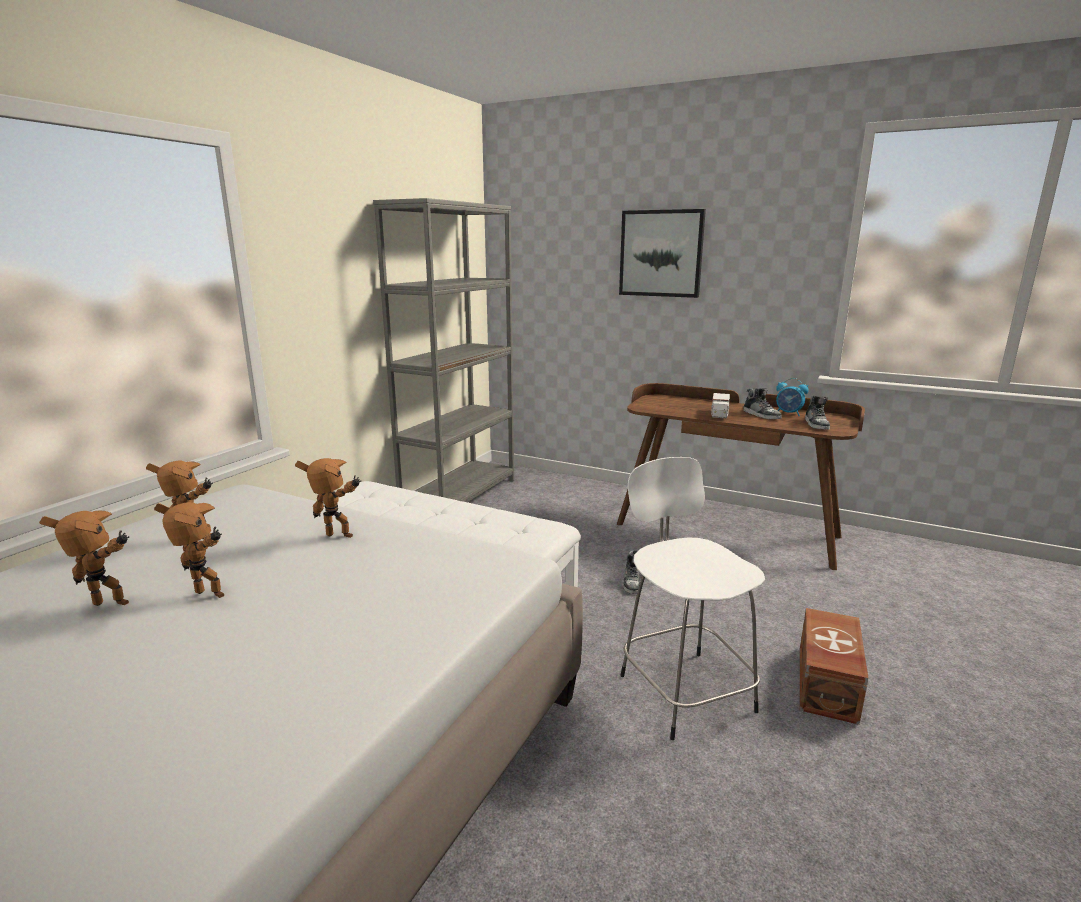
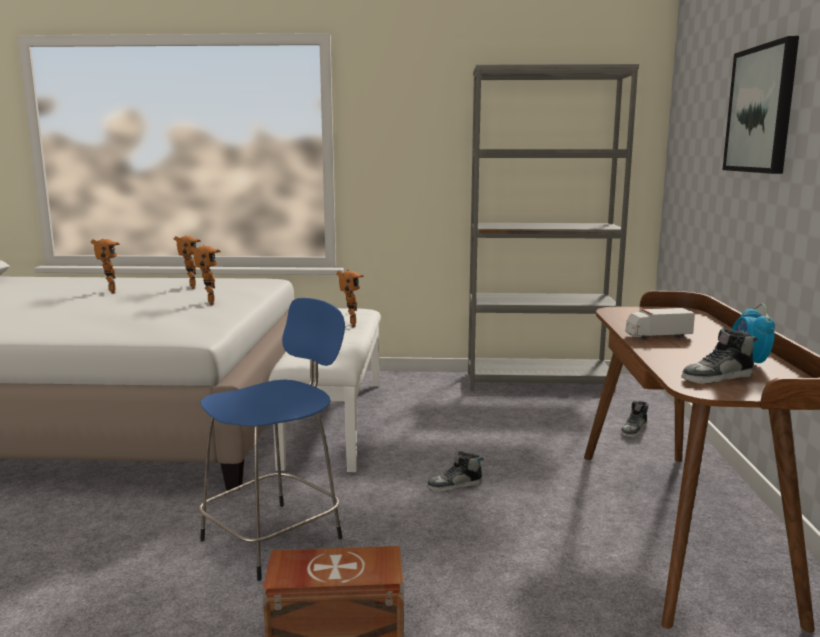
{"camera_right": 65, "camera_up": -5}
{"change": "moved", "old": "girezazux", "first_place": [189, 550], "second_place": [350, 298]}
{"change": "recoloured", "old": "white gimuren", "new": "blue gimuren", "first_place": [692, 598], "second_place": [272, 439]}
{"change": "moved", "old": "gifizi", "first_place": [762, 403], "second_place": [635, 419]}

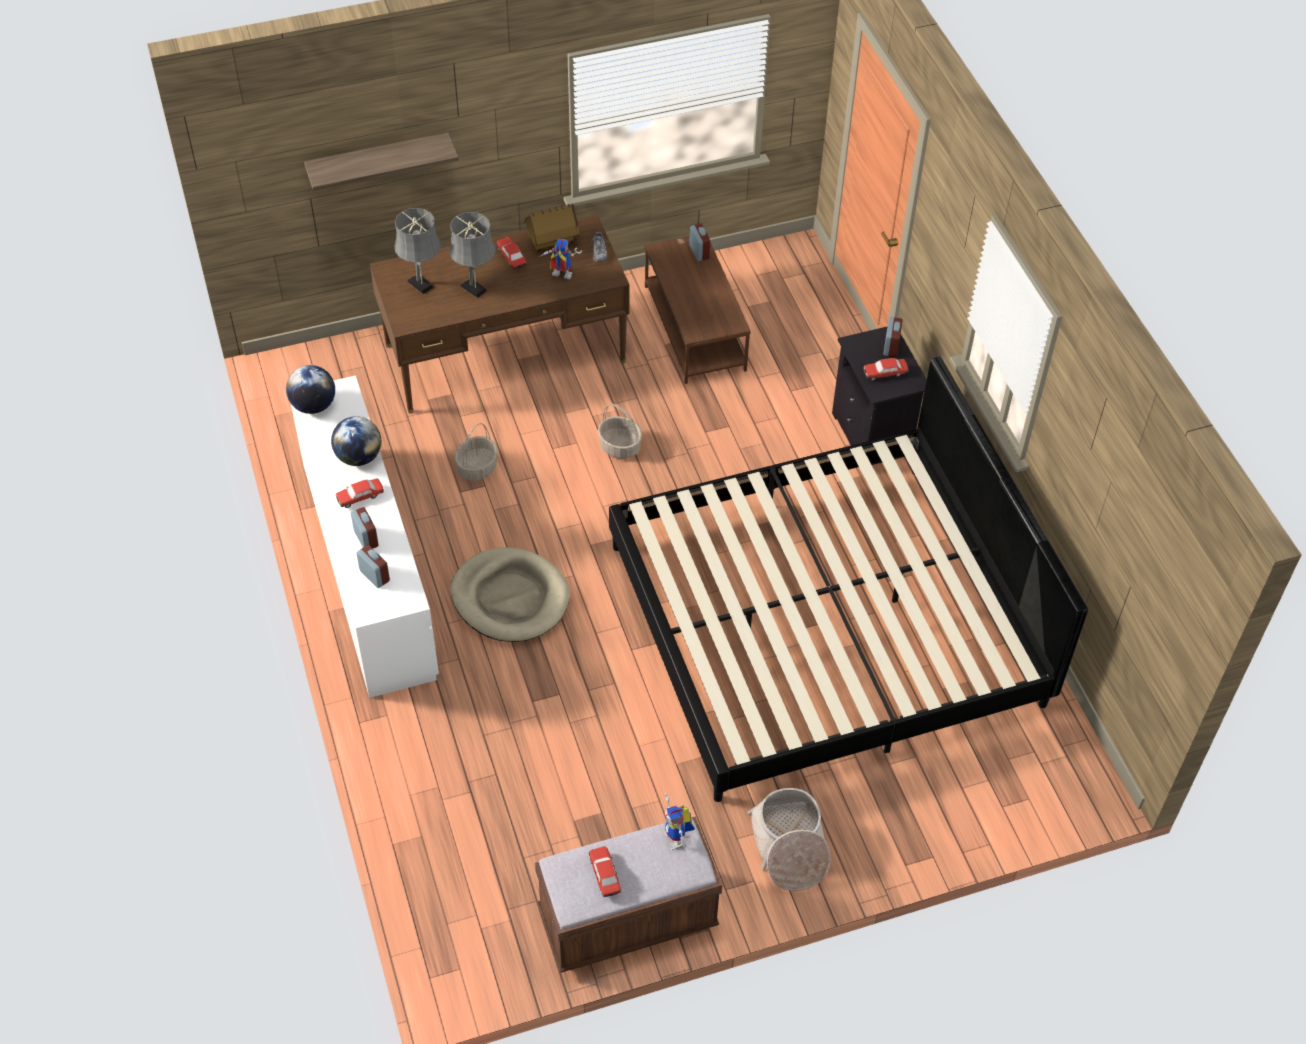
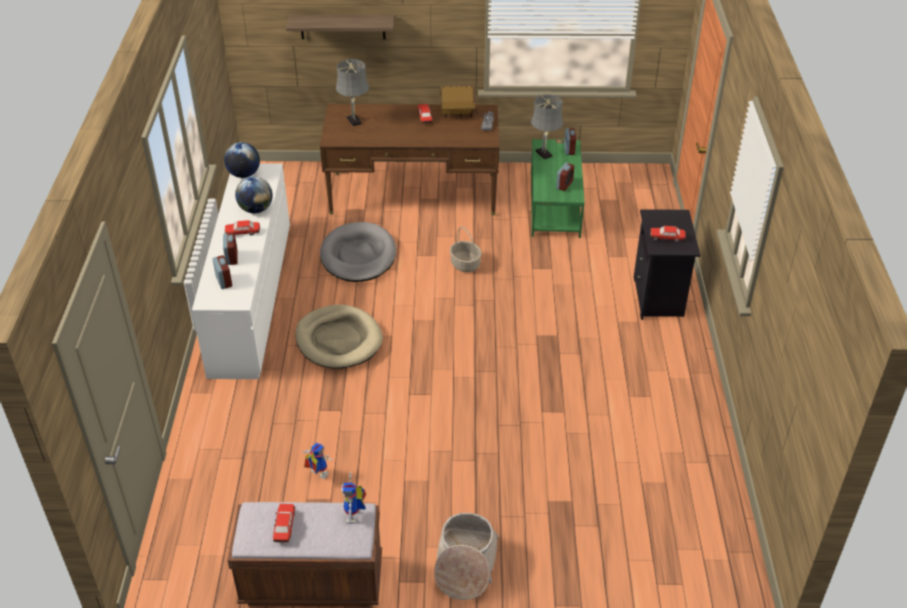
{"camera_right": 20, "camera_up": -10}
{"change": "moved", "old": "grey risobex", "first_place": [472, 255], "second_place": [547, 126]}
{"change": "replaced", "old": "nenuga", "new": "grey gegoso", "first_place": [476, 452], "second_place": [358, 252]}
{"change": "moved", "old": "girezazux", "first_place": [560, 259], "second_place": [317, 460]}
{"change": "removed", "old": "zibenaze", "first_place": [848, 579]}
{"change": "recoloured", "old": "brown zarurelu", "new": "green zarurelu", "first_place": [697, 310], "second_place": [558, 188]}
{"change": "moved", "old": "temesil", "first_place": [893, 337], "second_place": [565, 177]}

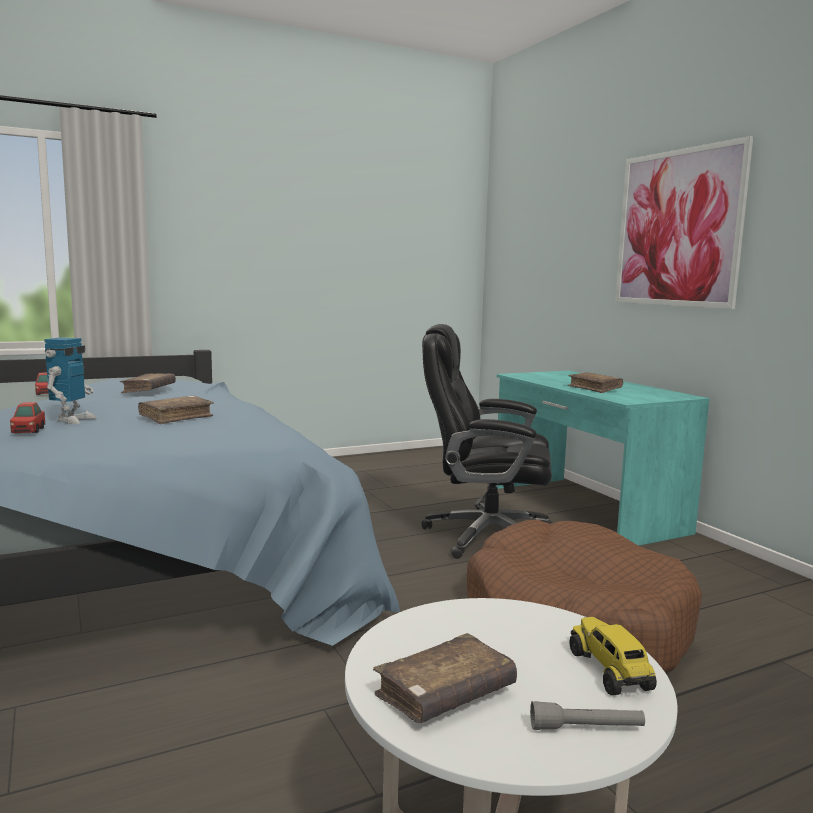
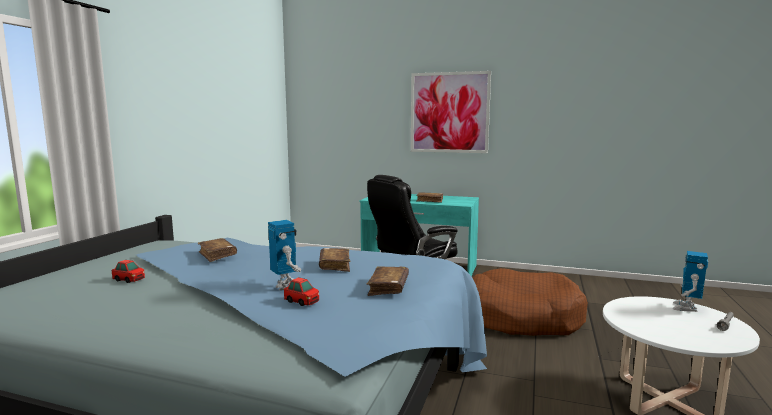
{"camera_right": -45, "camera_up": 0}
{"change": "moved", "old": "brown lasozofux", "first_place": [445, 678], "second_place": [388, 281]}
{"change": "replaced", "old": "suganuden", "new": "girezazux", "first_place": [613, 656], "second_place": [690, 281]}

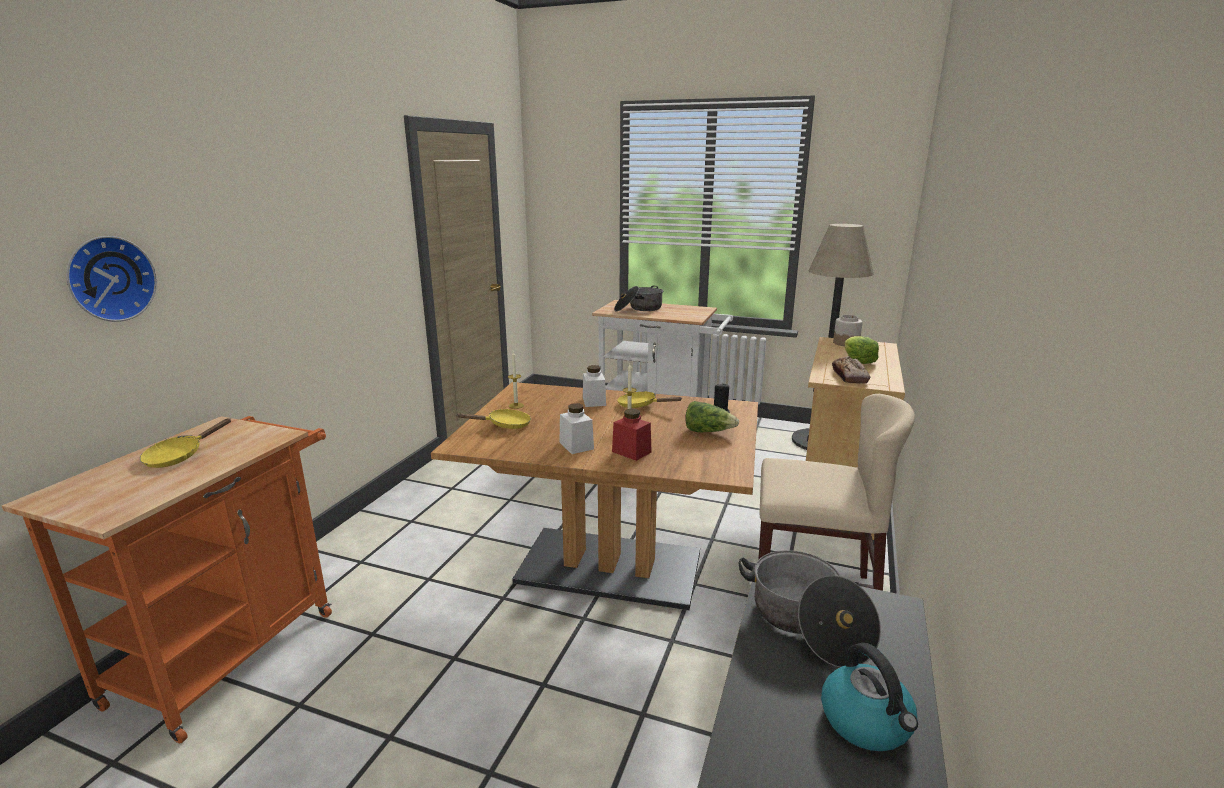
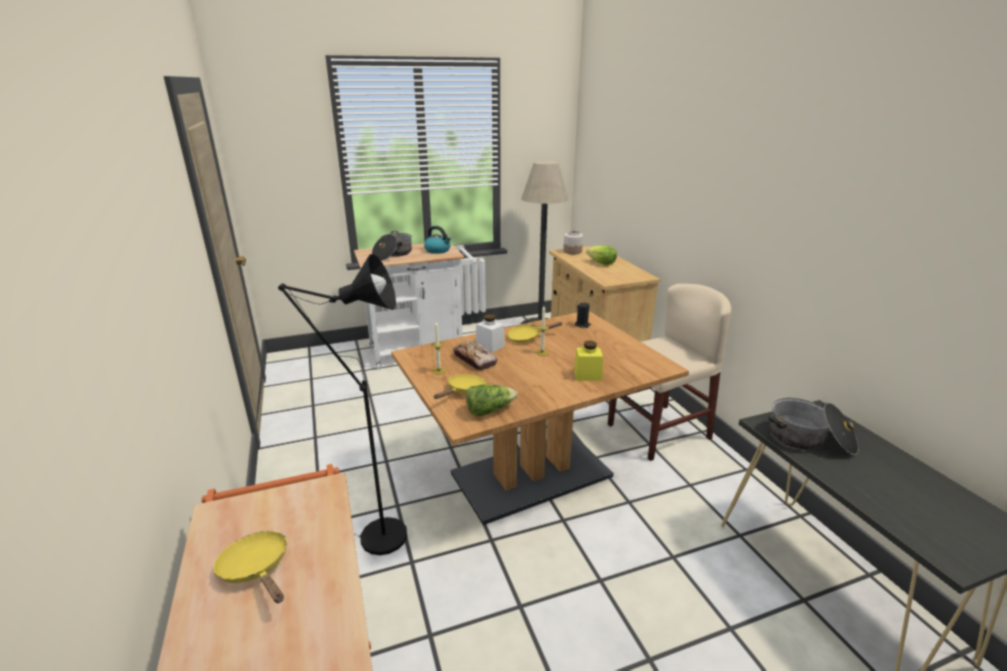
{"camera_right": -40, "camera_up": 5}
{"change": "removed", "old": "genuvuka", "first_place": [111, 279]}
{"change": "turned", "old": "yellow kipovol", "first_place": [185, 443], "second_place": [250, 567], "degrees": 150}
{"change": "removed", "old": "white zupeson", "first_place": [576, 428]}
{"change": "recoloured", "old": "red zupeson", "new": "yellow zupeson", "first_place": [632, 435], "second_place": [588, 360]}
{"change": "moved", "old": "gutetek", "first_place": [712, 416], "second_place": [491, 400]}
{"change": "moved", "old": "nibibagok", "first_place": [869, 697], "second_place": [437, 240]}
{"change": "moved", "old": "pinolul", "first_place": [851, 370], "second_place": [475, 355]}
{"change": "added", "new": "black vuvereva", "second_place": [342, 404]}

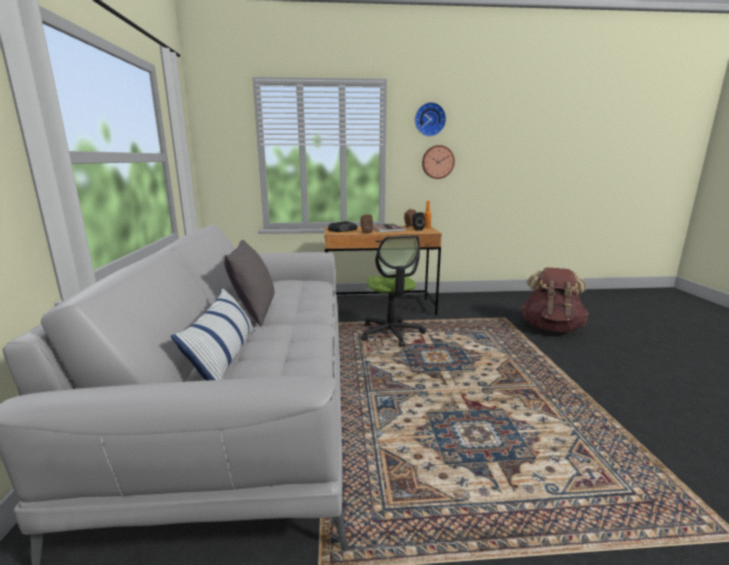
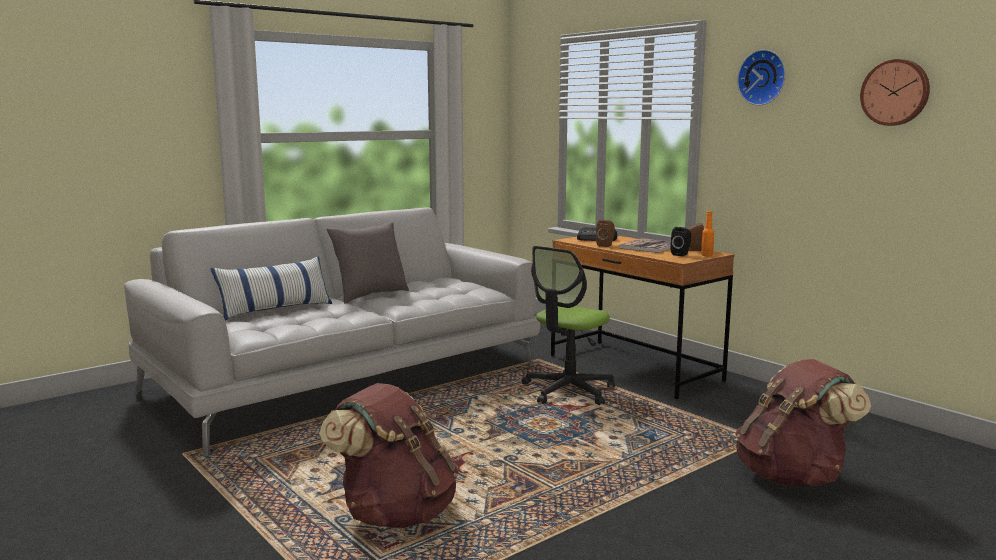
{"camera_right": 55, "camera_up": -5}
{"change": "moved", "old": "genuvuka", "first_place": [438, 162], "second_place": [895, 92]}
{"change": "added", "new": "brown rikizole", "second_place": [389, 455]}

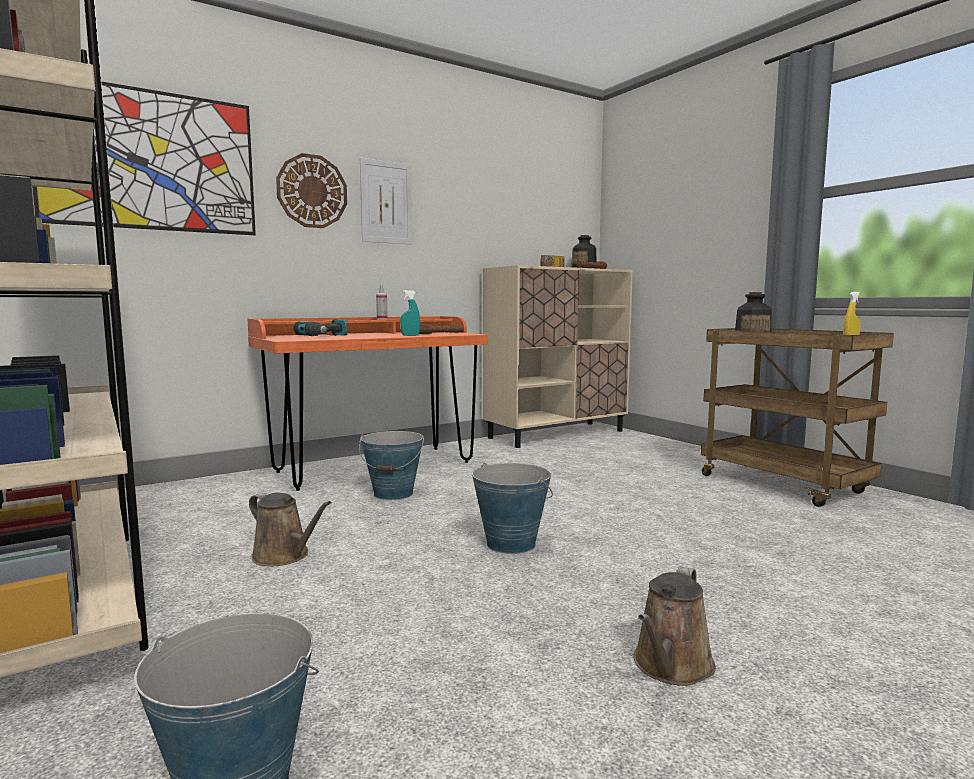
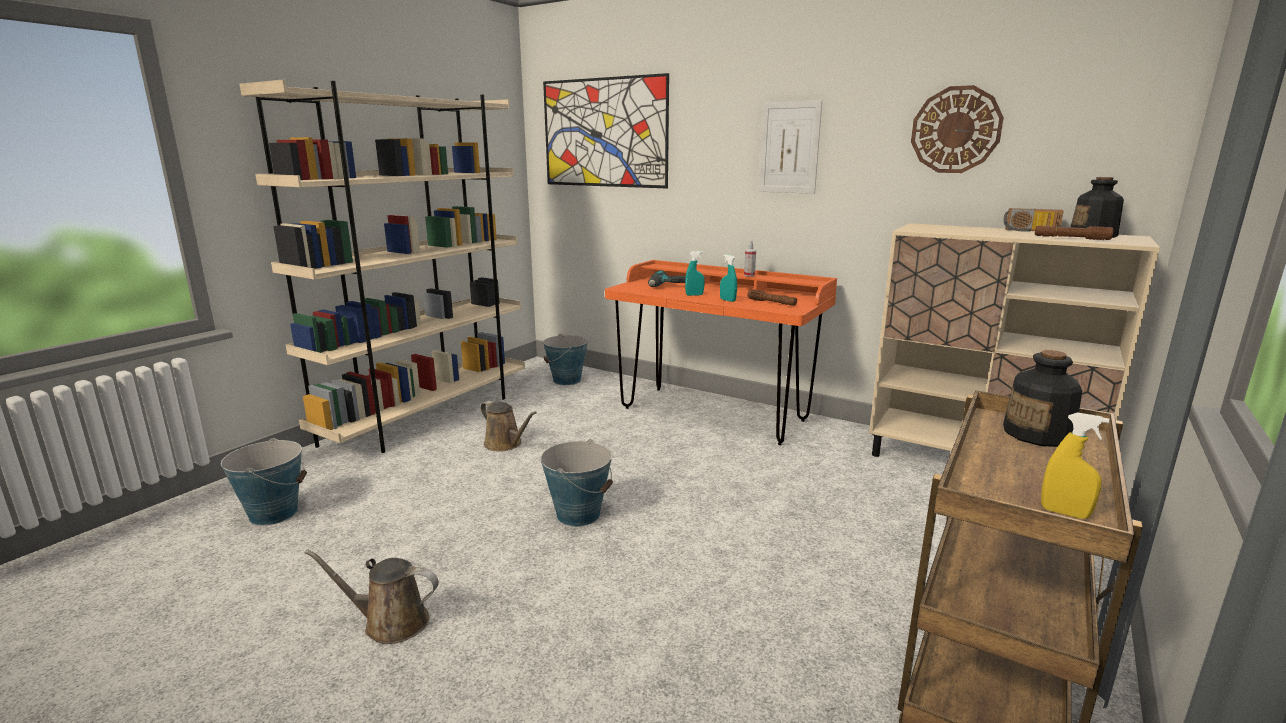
{"camera_right": 65, "camera_up": 10}
{"change": "turned", "old": "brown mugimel", "first_place": [290, 529], "second_place": [508, 426], "degrees": -60}
{"change": "moved", "old": "genuvuka", "first_place": [311, 190], "second_place": [957, 129]}
{"change": "moved", "old": "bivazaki", "first_place": [391, 465], "second_place": [565, 359]}
{"change": "added", "new": "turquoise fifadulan", "second_place": [695, 273]}

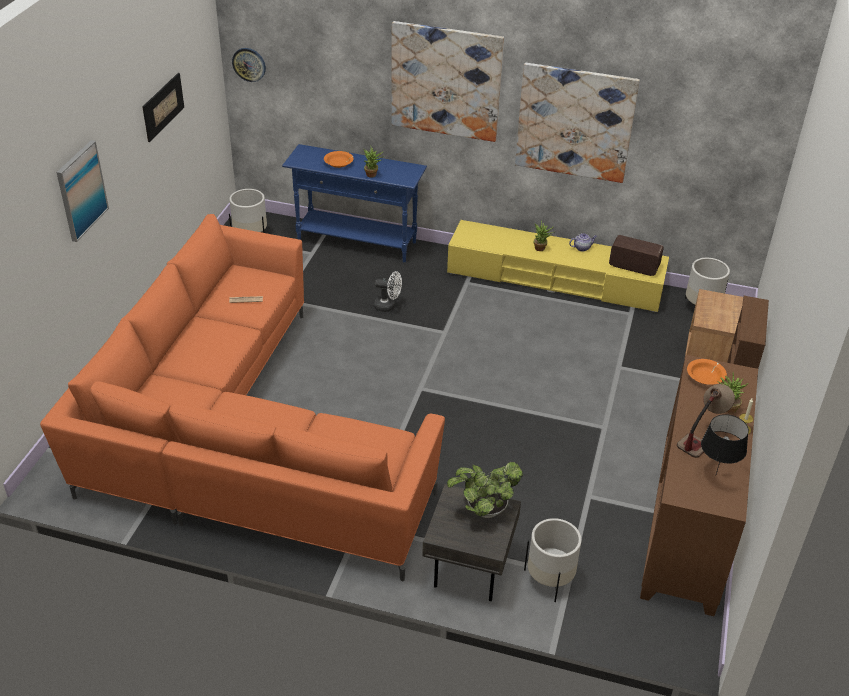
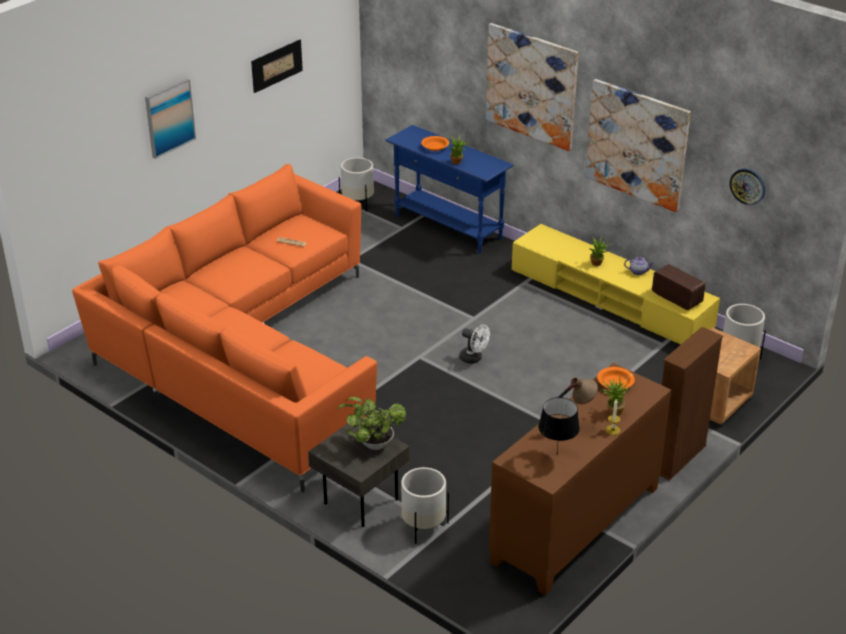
{"camera_right": 25, "camera_up": -5}
{"change": "moved", "old": "genuvuka", "first_place": [249, 65], "second_place": [747, 186]}
{"change": "moved", "old": "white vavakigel", "first_place": [388, 291], "second_place": [475, 344]}

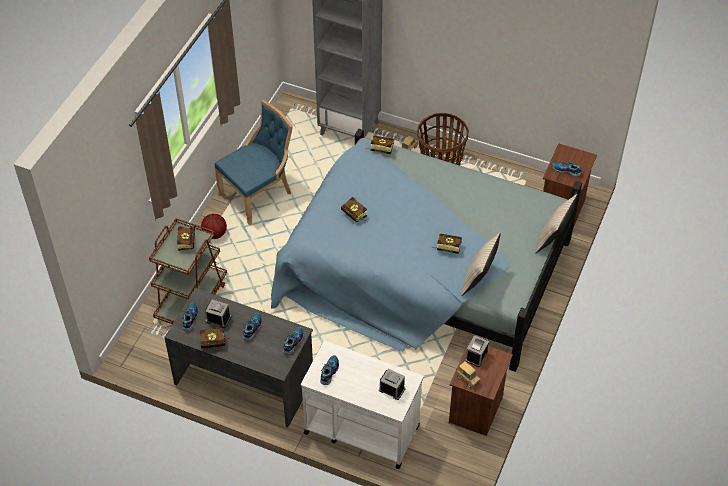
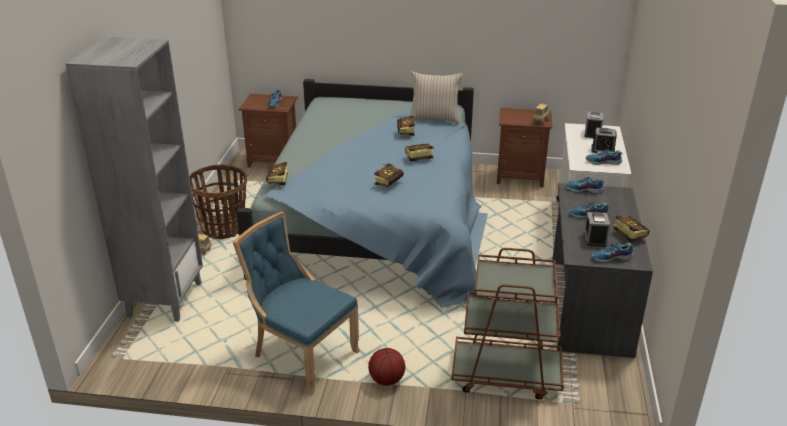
{"camera_right": -105, "camera_up": -20}
{"change": "moved", "old": "lasozofux", "first_place": [185, 238], "second_place": [418, 153]}
{"change": "moved", "old": "temesil", "first_place": [477, 351], "second_place": [604, 140]}
{"change": "removed", "old": "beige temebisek", "first_place": [556, 224]}

